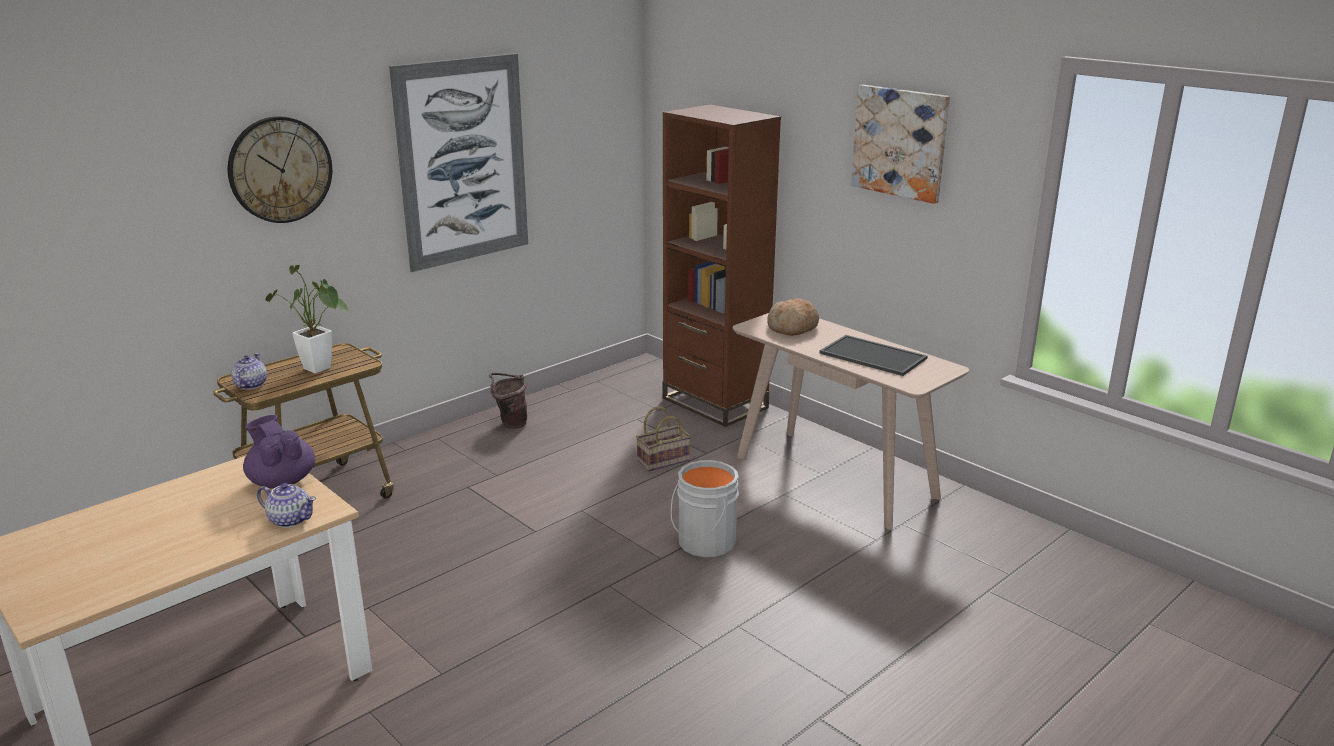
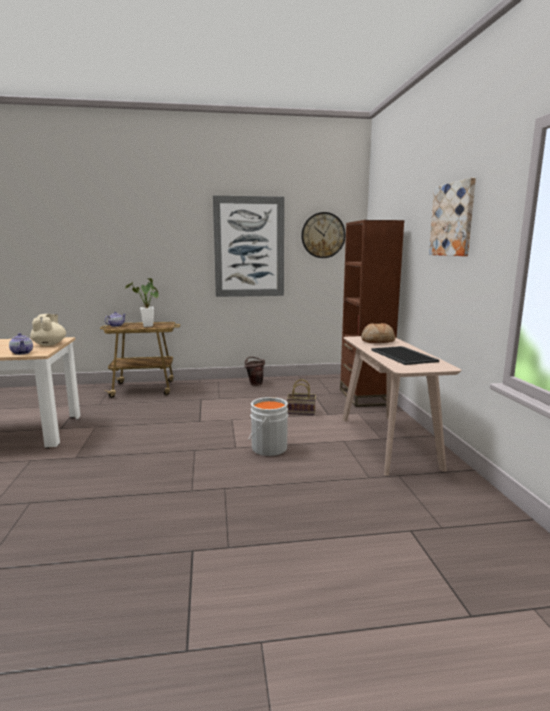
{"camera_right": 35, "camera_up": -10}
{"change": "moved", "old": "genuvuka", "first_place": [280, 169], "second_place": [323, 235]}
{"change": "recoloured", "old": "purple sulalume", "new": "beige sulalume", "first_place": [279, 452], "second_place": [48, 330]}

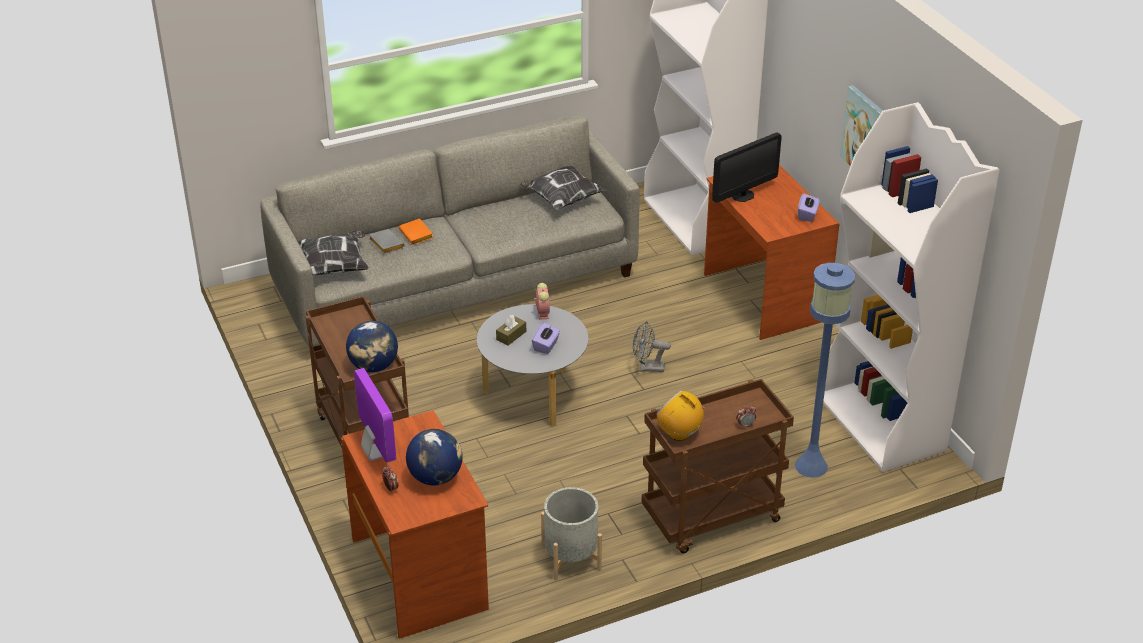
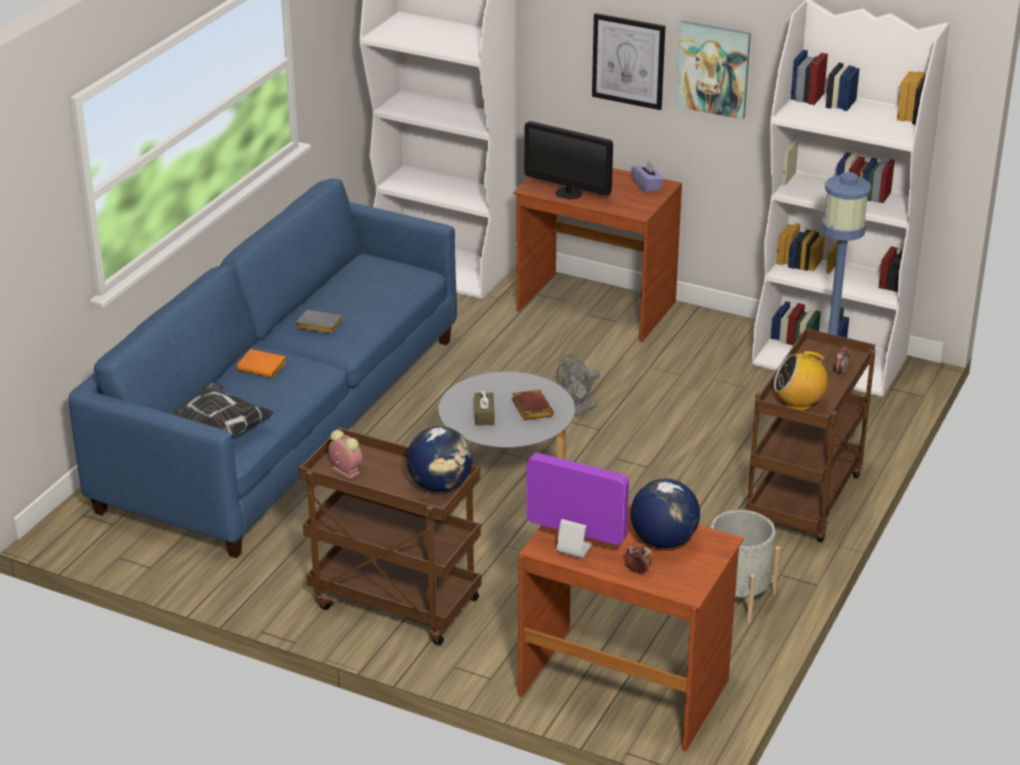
{"camera_right": -40, "camera_up": -5}
{"change": "recoloured", "old": "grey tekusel", "new": "blue tekusel", "first_place": [450, 233], "second_place": [263, 368]}
{"change": "moved", "old": "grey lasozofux", "first_place": [386, 241], "second_place": [319, 322]}
{"change": "removed", "old": "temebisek", "first_place": [563, 187]}
{"change": "replaced", "old": "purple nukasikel", "new": "brown lasozofux", "first_place": [546, 338], "second_place": [533, 405]}
{"change": "moved", "old": "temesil", "first_place": [542, 301], "second_place": [345, 454]}
{"change": "turned", "old": "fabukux", "first_place": [747, 168], "second_place": [568, 160], "degrees": 105}
{"change": "added", "new": "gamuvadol", "second_place": [628, 61]}

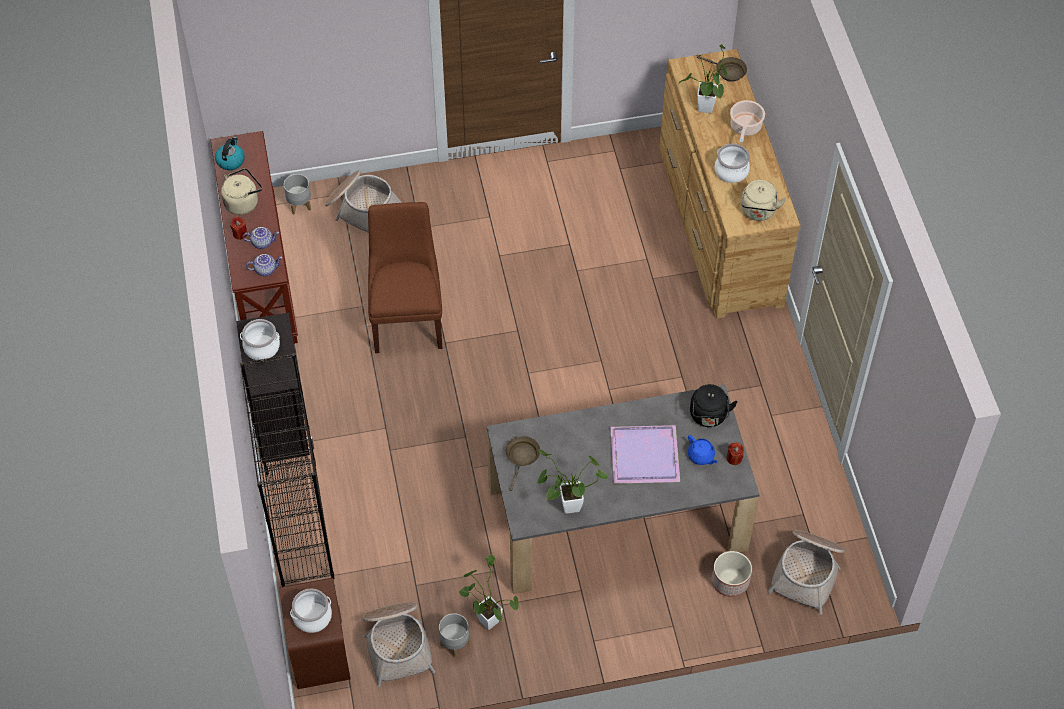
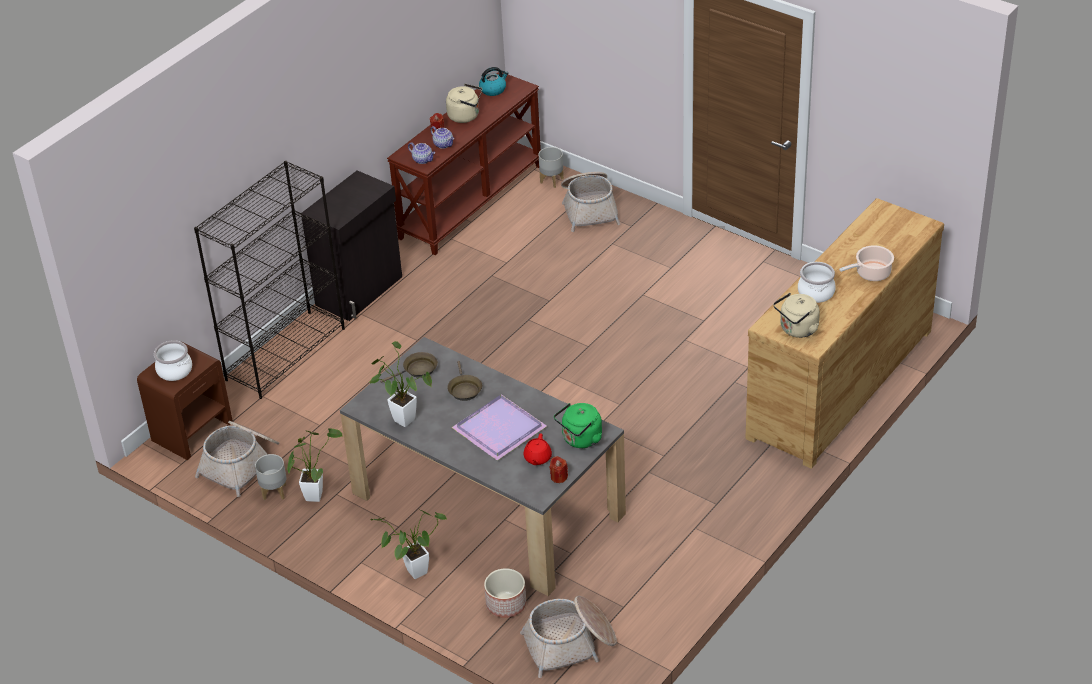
{"camera_right": 50, "camera_up": -15}
{"change": "removed", "old": "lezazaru", "first_place": [260, 339]}
{"change": "removed", "old": "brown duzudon", "first_place": [405, 277]}
{"change": "moved", "old": "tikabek", "first_place": [702, 78], "second_place": [408, 544]}
{"change": "recoloured", "old": "blue sulalume", "new": "red sulalume", "first_place": [703, 450], "second_place": [537, 449]}
{"change": "recoloured", "old": "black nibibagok", "new": "green nibibagok", "first_place": [714, 405], "second_place": [578, 425]}
{"change": "moved", "old": "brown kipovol", "first_place": [722, 69], "second_place": [464, 381]}

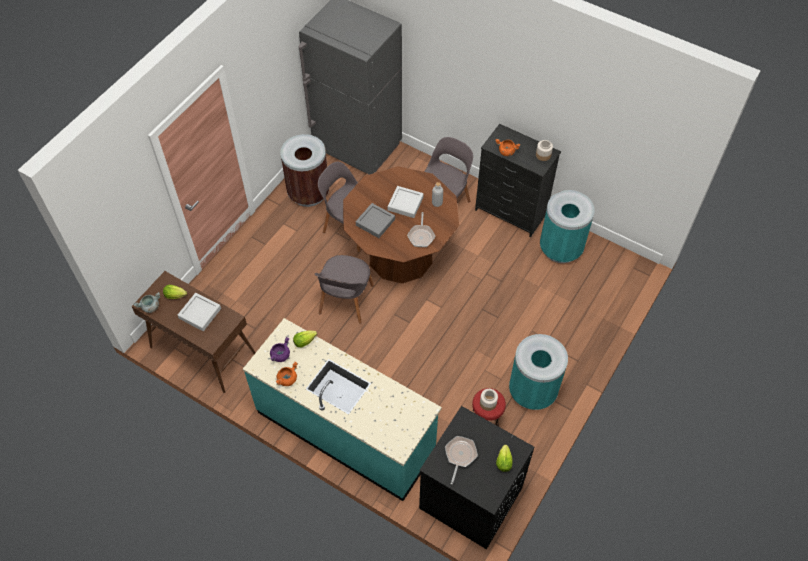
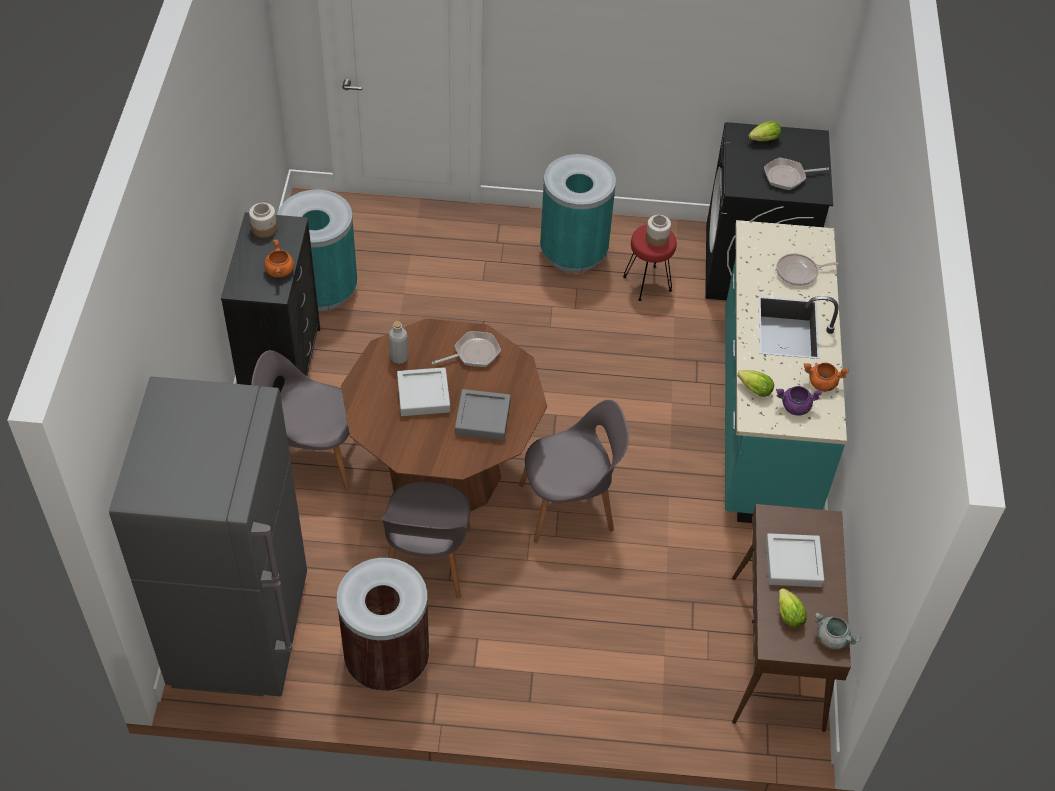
{"camera_right": -120, "camera_up": -5}
{"change": "added", "new": "kipovol", "second_place": [807, 269]}

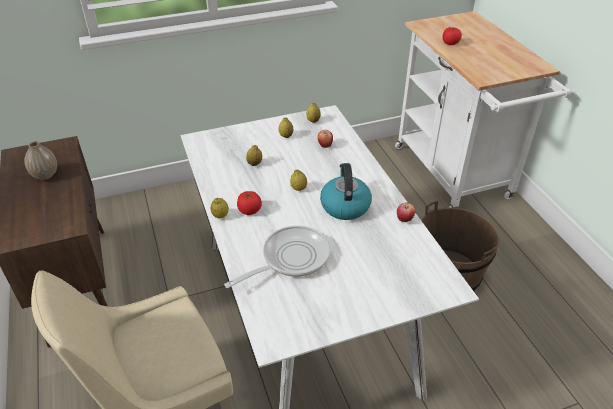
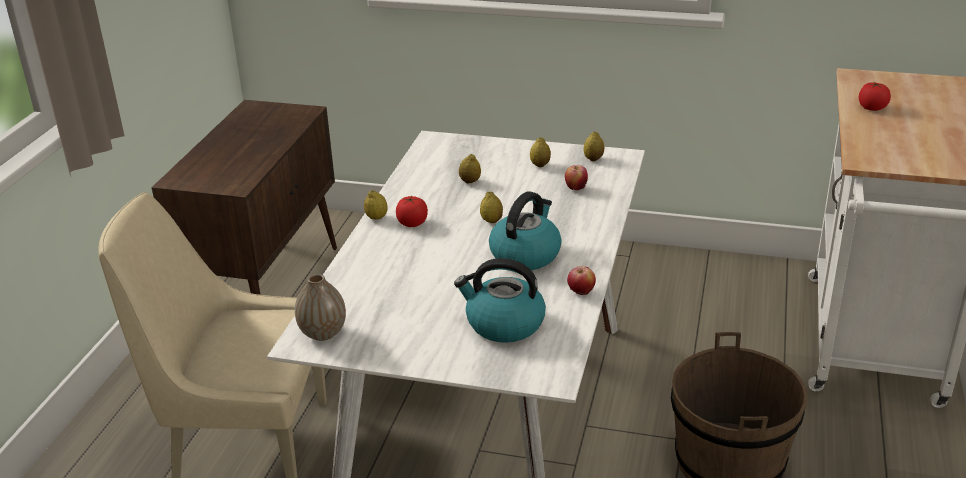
{"camera_right": 35, "camera_up": -10}
{"change": "moved", "old": "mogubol", "first_place": [40, 160], "second_place": [320, 307]}
{"change": "removed", "old": "kipovol", "first_place": [277, 257]}
{"change": "added", "new": "nibibagok", "second_place": [500, 300]}

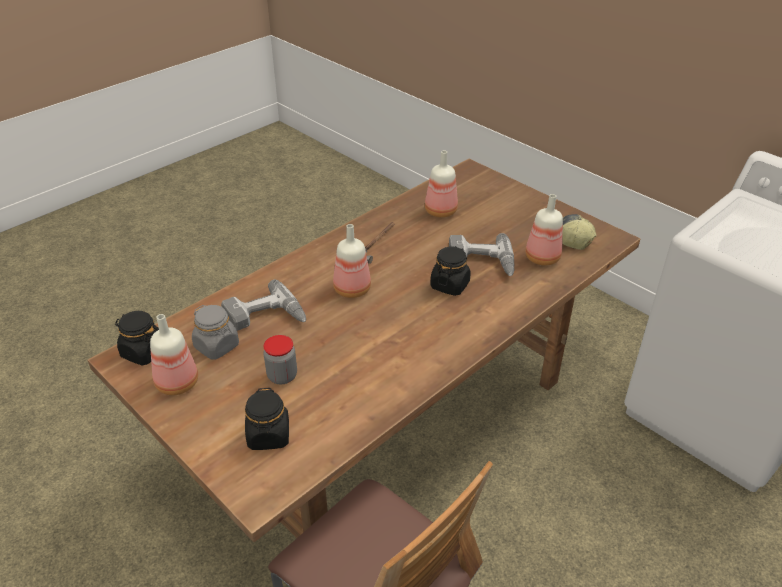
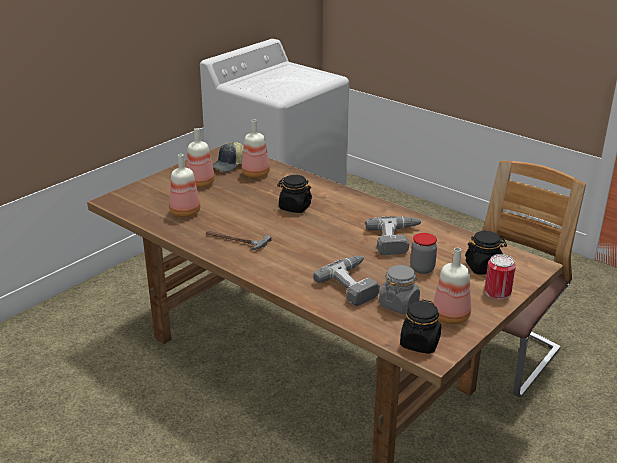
{"camera_right": -95, "camera_up": -10}
{"change": "moved", "old": "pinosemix", "first_place": [352, 261], "second_place": [200, 158]}
{"change": "moved", "old": "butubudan", "first_place": [481, 254], "second_place": [393, 235]}
{"change": "added", "new": "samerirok", "second_place": [500, 277]}

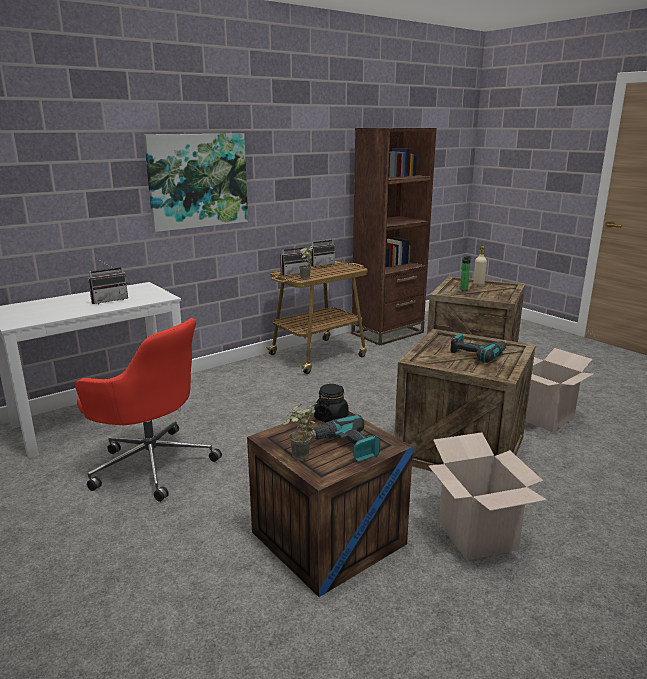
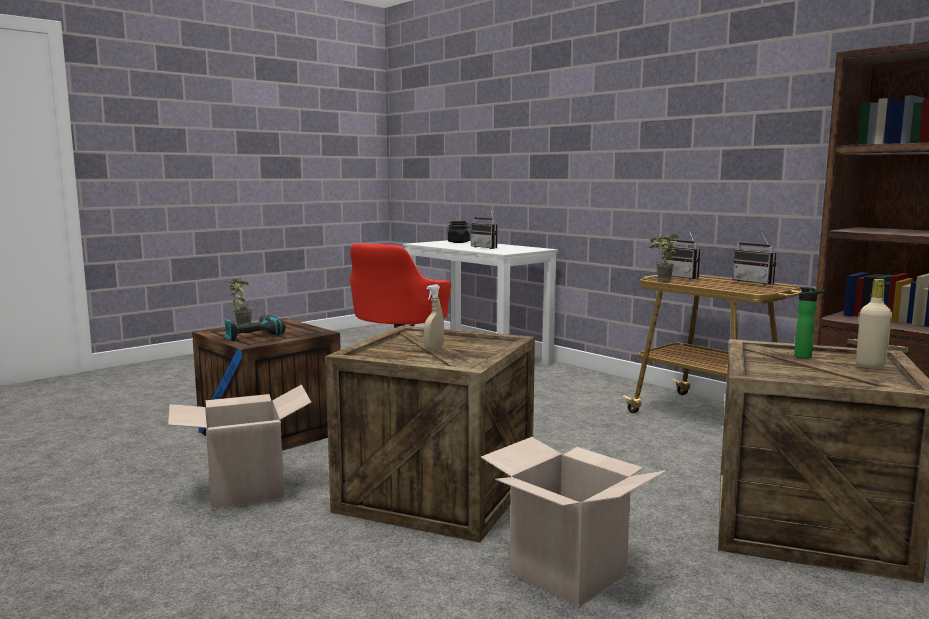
{"camera_right": 85, "camera_up": -10}
{"change": "removed", "old": "gamuvadol", "first_place": [196, 182]}
{"change": "moved", "old": "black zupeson", "first_place": [331, 403], "second_place": [459, 232]}
{"change": "replaced", "old": "butubudan", "new": "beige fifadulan", "first_place": [479, 348], "second_place": [434, 317]}

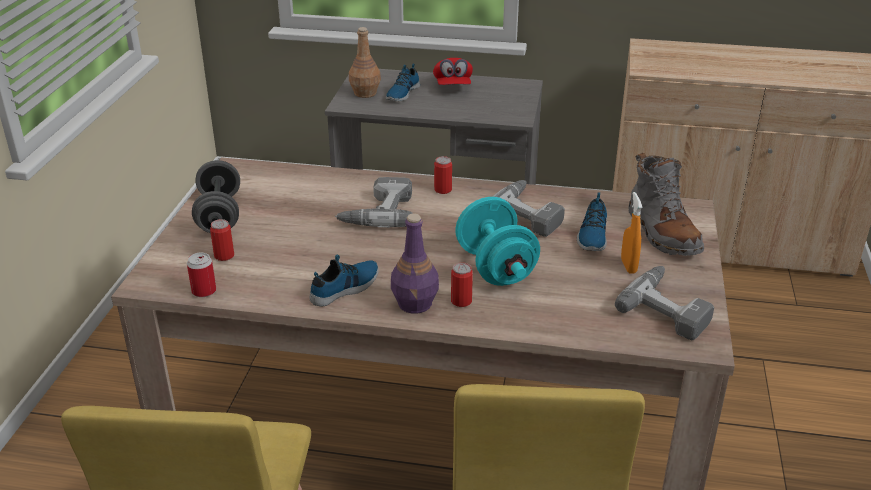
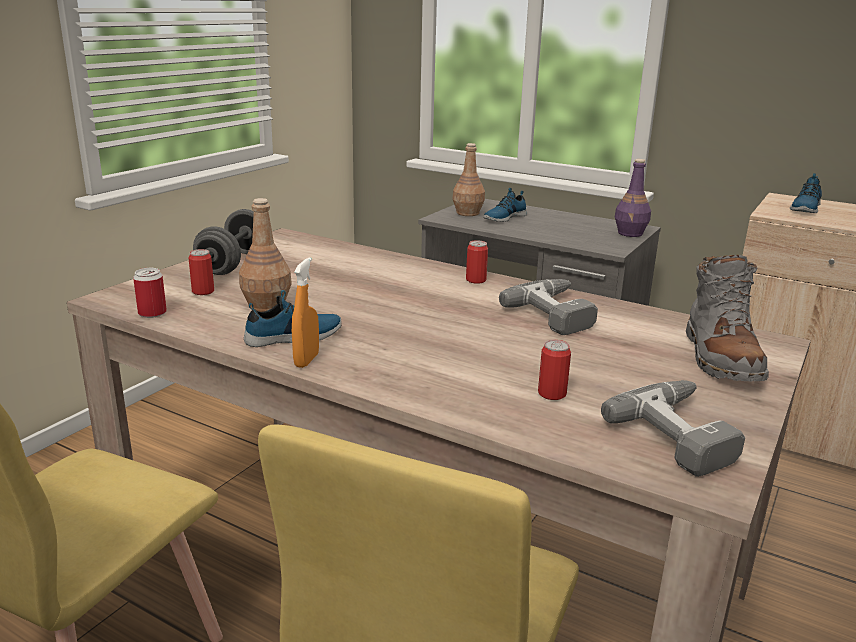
{"camera_right": 20, "camera_up": -10}
{"change": "removed", "old": "butubudan", "first_place": [374, 202]}
{"change": "moved", "old": "purple pinosemix", "first_place": [415, 264], "second_place": [633, 198]}
{"change": "removed", "old": "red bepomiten", "first_place": [453, 71]}
{"change": "moved", "old": "samerirok", "first_place": [462, 285], "second_place": [554, 370]}
{"change": "removed", "old": "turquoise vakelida", "first_place": [498, 241]}
{"change": "moved", "old": "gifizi", "first_place": [592, 221], "second_place": [806, 193]}
{"change": "moved", "old": "orange fifadulan", "first_place": [632, 233], "second_place": [305, 313]}
{"change": "added", "new": "brown pinosemix", "second_place": [265, 255]}

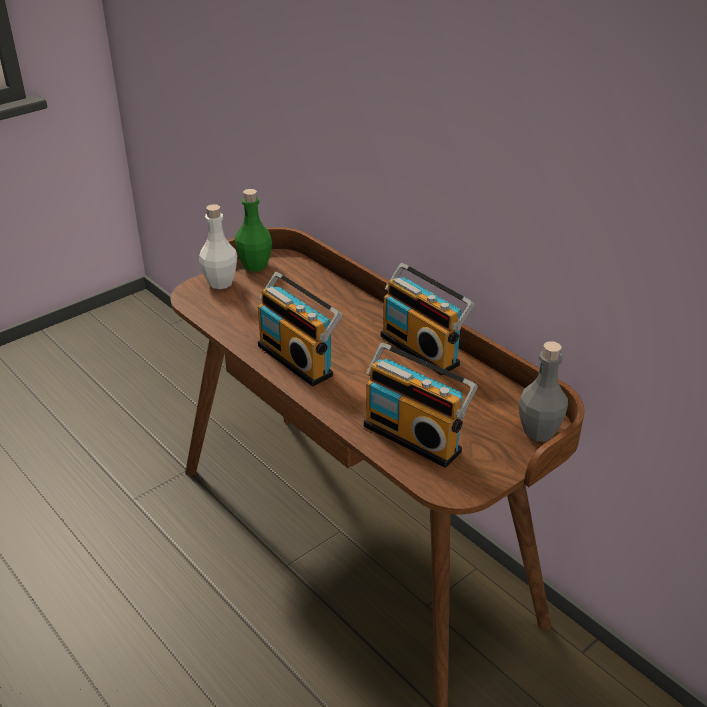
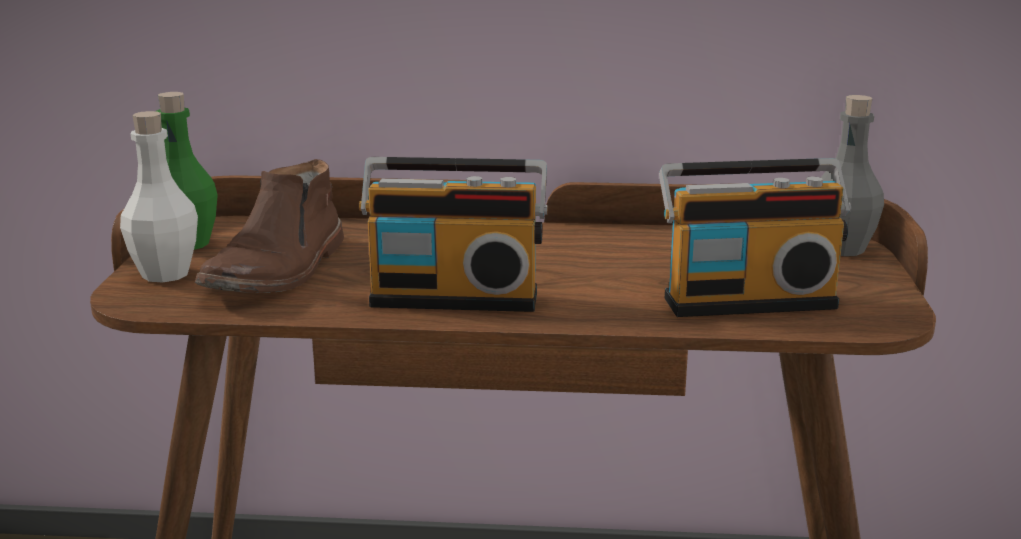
{"camera_right": -45, "camera_up": -15}
{"change": "removed", "old": "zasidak", "first_place": [427, 319]}
{"change": "added", "new": "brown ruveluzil", "second_place": [269, 226]}

